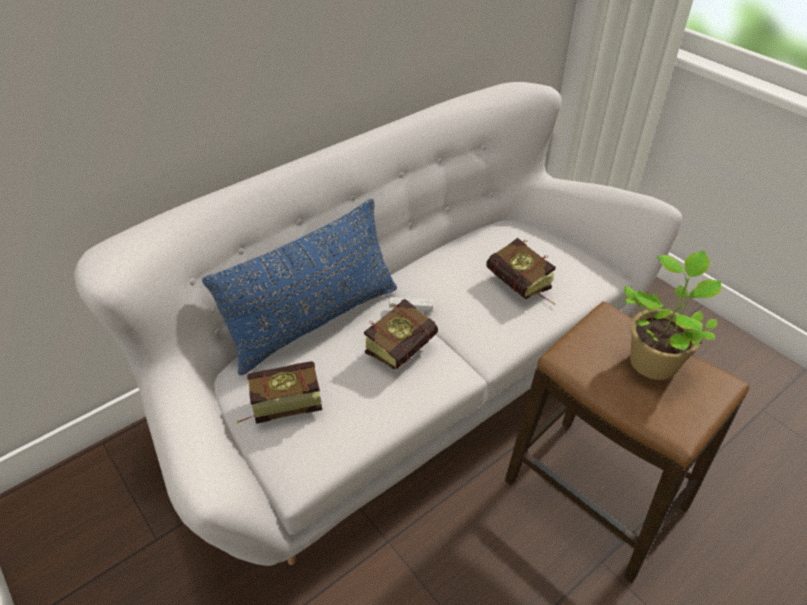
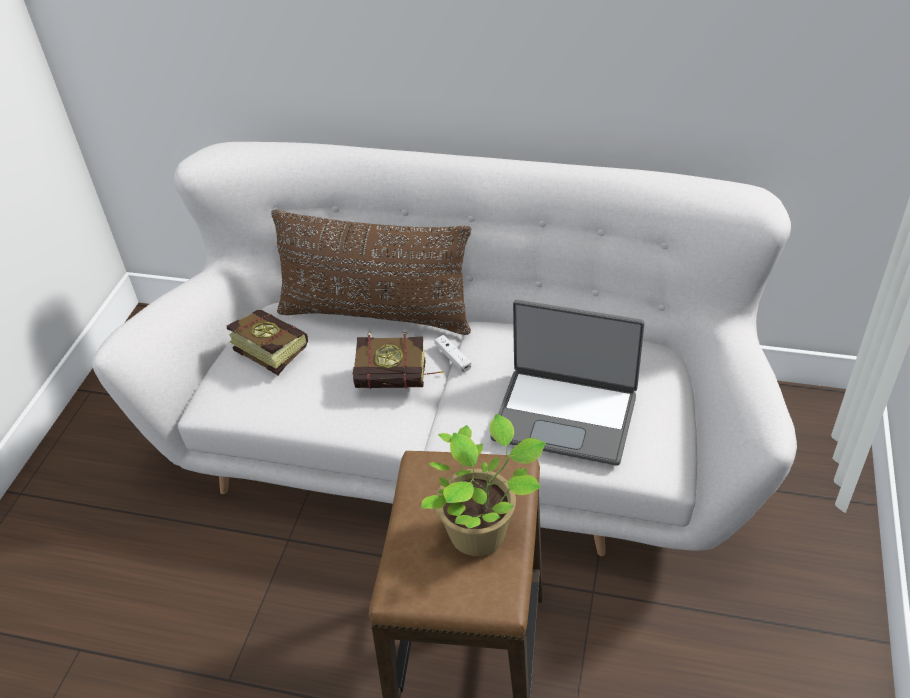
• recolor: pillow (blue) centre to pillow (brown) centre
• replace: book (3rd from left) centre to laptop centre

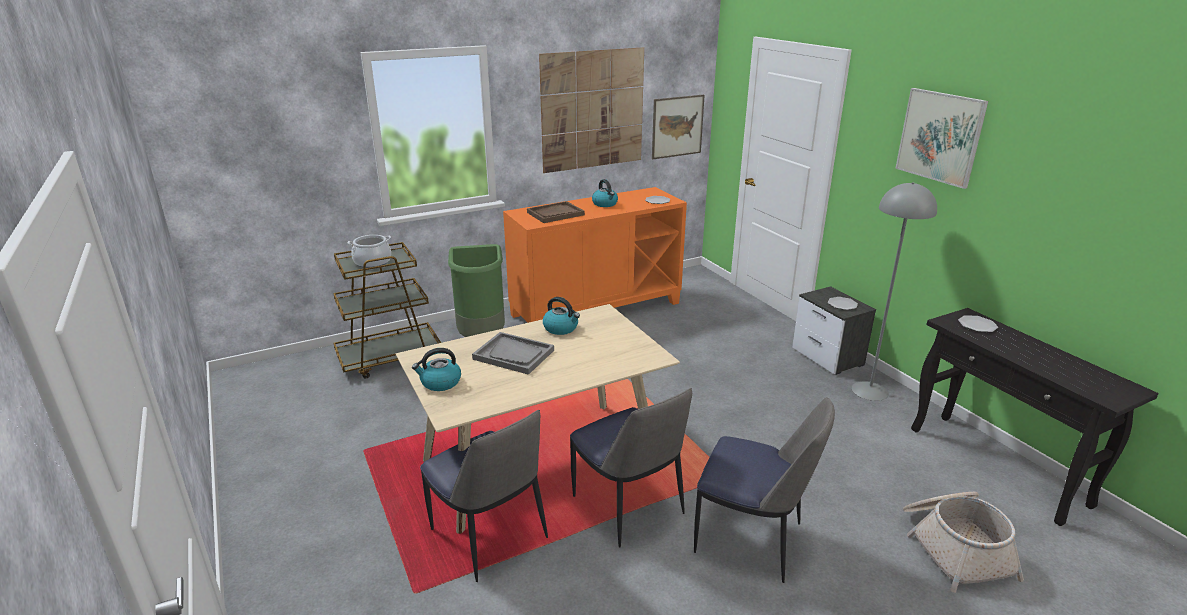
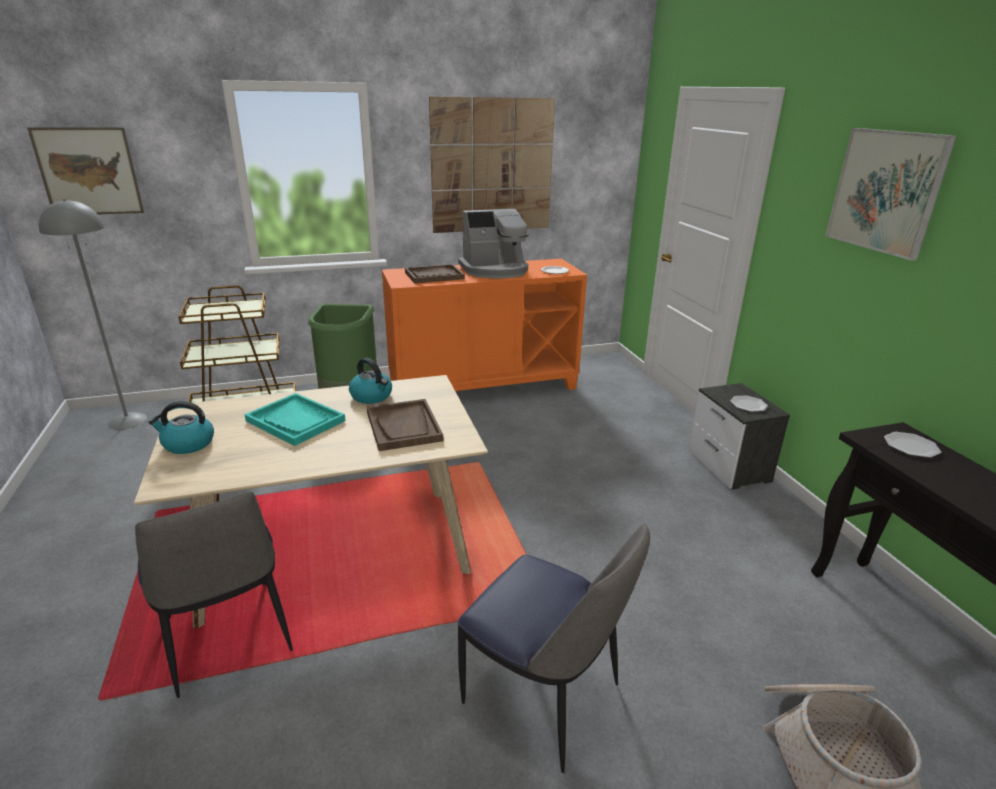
• move: picture (2nd from left in the first image) top centre to picture (1st from left) top left
• move: floor lamp (grey) middle right to middle left
• recolor: tray (grey) centre to tray (turquoise) middle left
• insert: tray (brown) (1st from left) centre
• replace: kettle (3rd from left) top centre to coffee machine top centre
• delete: cooking pot middle left
• delete: chair (2nd from left) bottom centre

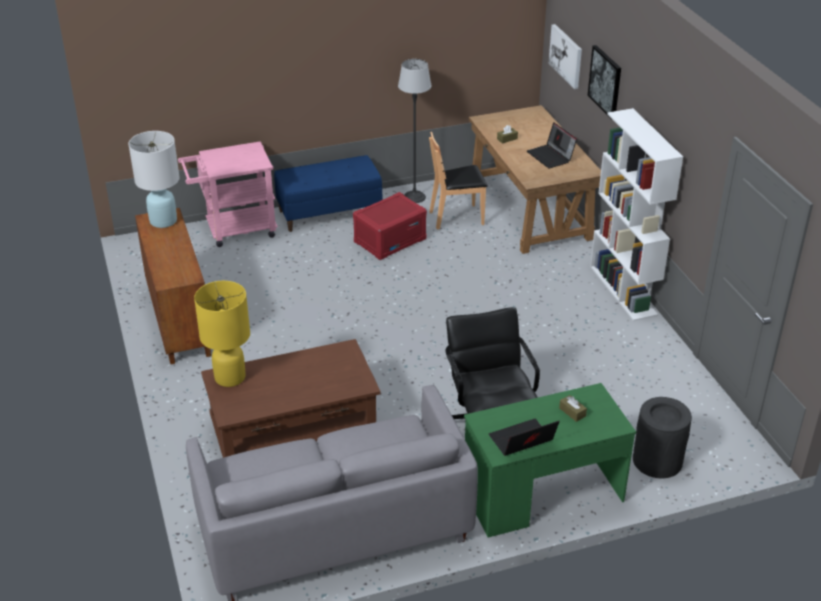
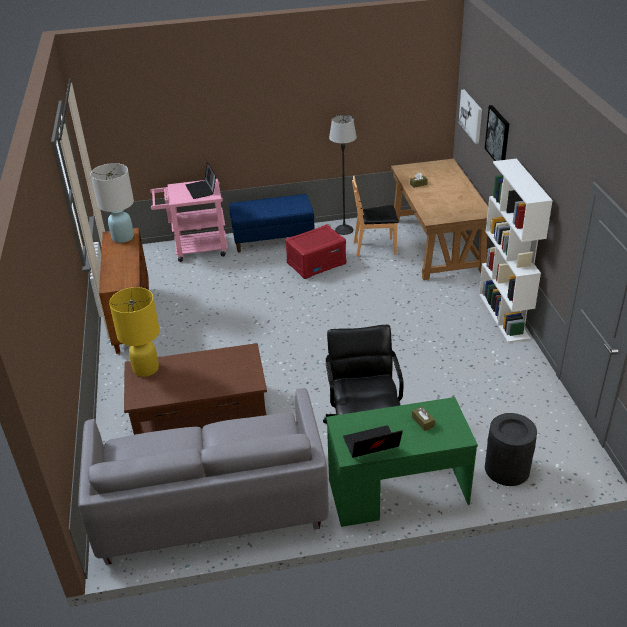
• move: laptop (2nd from left in the first image) top right to laptop (1st from left) top left

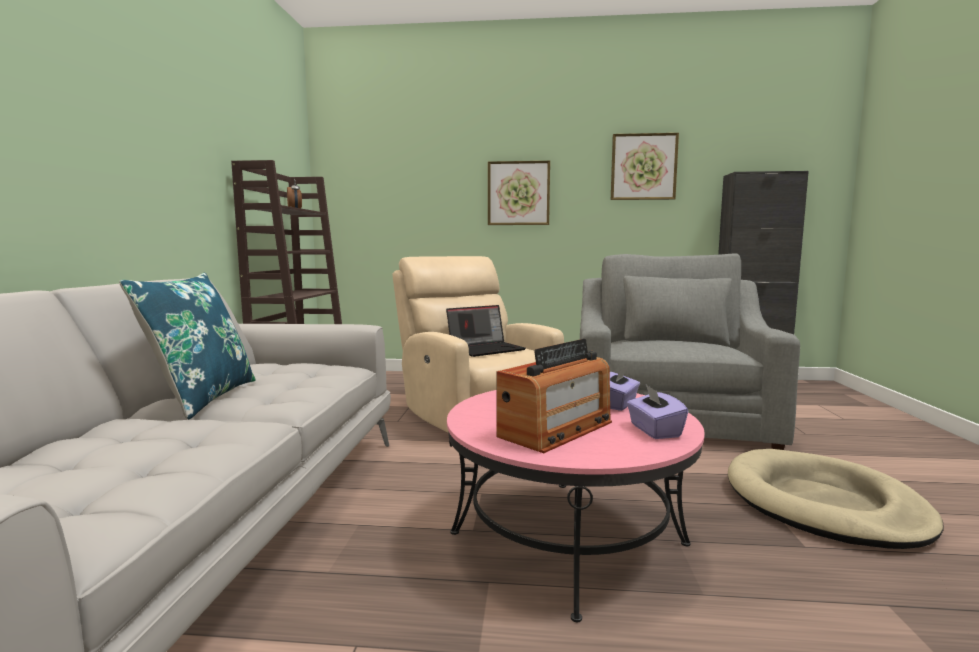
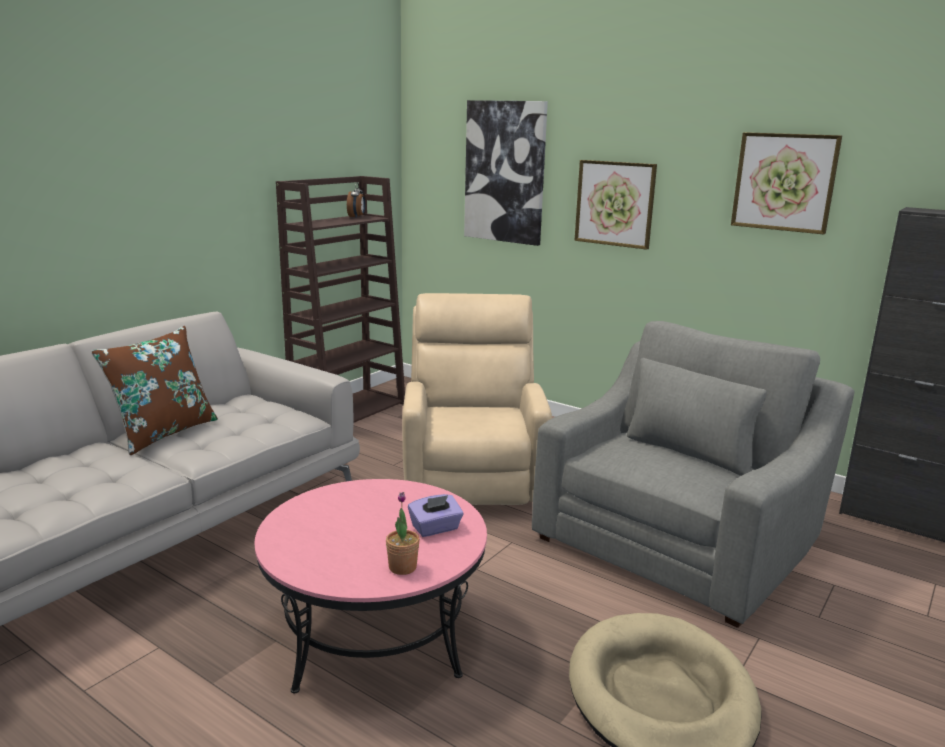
• recolor: pillow (blue) middle left to pillow (brown) middle left
• replace: tissue box (purple) (2nd from left) middle right to potted plant bottom centre
• insert: picture (1st from left) top centre
• delete: laptop centre
• delete: radio centre

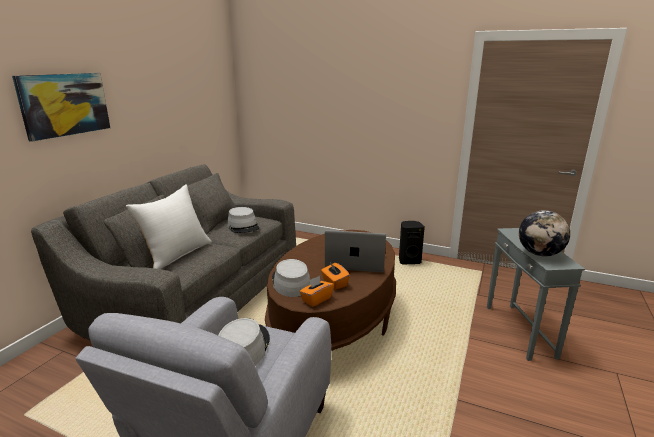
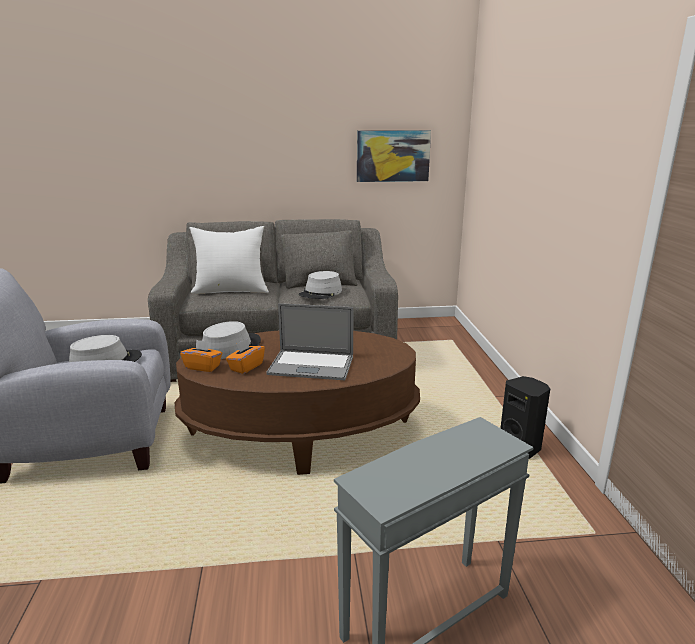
• rotate: laptop centre = centre 120 degrees clockwise
• move: picture top left to top centre
• delete: globe middle right

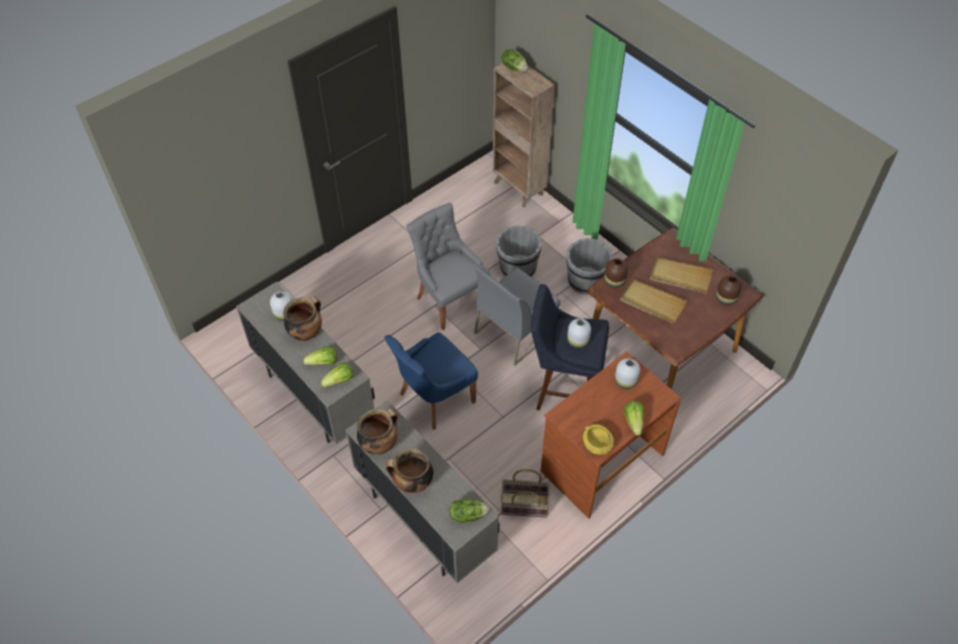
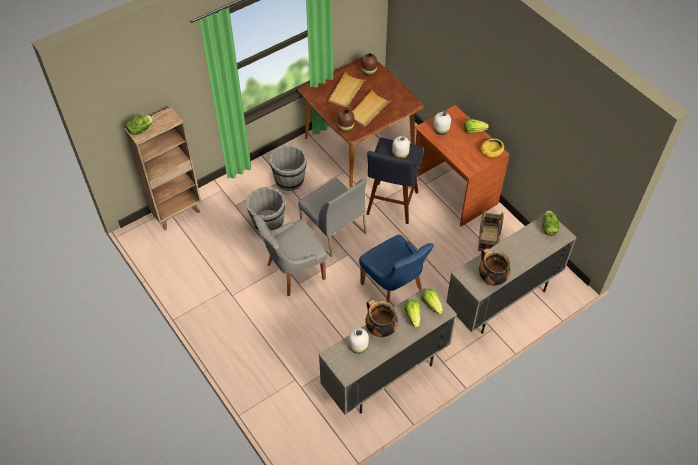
• delete: cooking pot (3rd from left) bottom centre

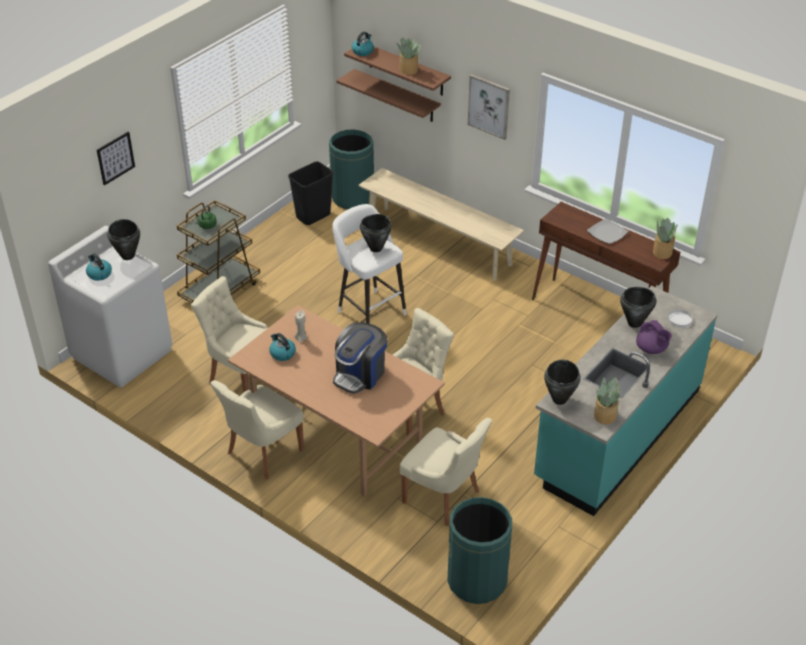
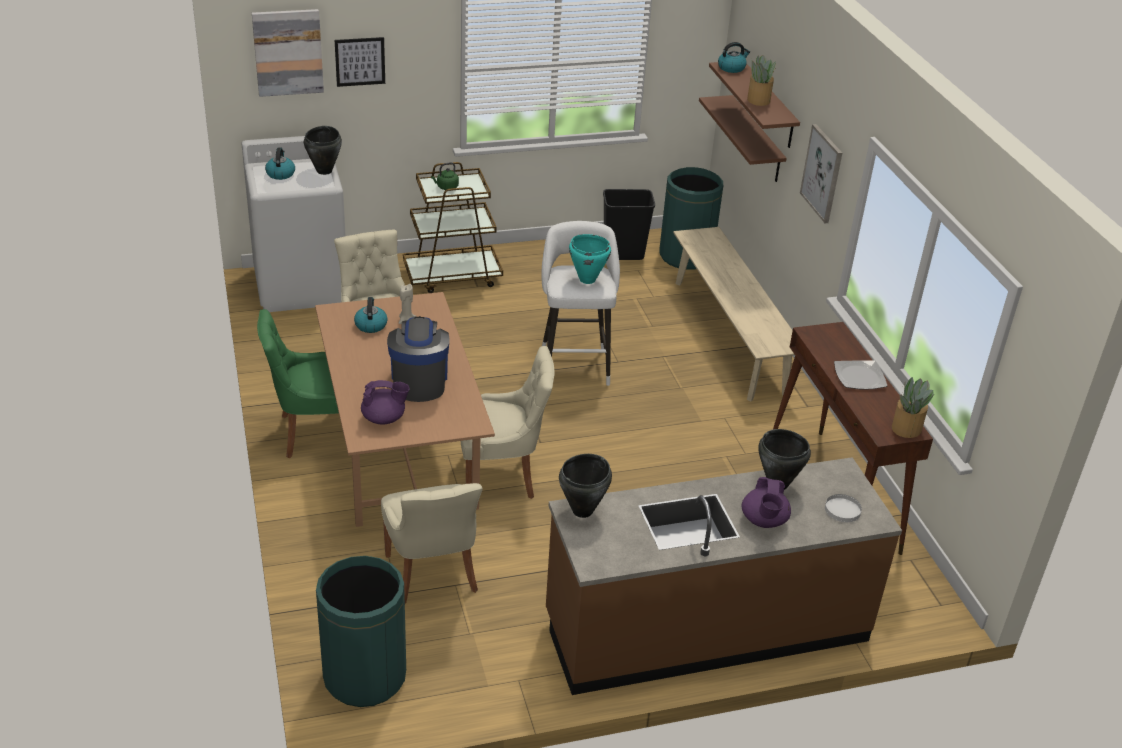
• insert: picture (1st from left) top left
• recolor: chair (beige) (2nd from left) middle left to chair (green) middle left
• insert: teapot (purple) (1st from left) centre
• rotate: coffee machine centre = centre 105 degrees clockwise
• recolor: counter (turquoise) middle right to counter (brown) bottom centre
• recolor: cooking pot (black) (2nd from left) centre to cooking pot (turquoise) centre
• delete: potted plant (2nd from left) middle right

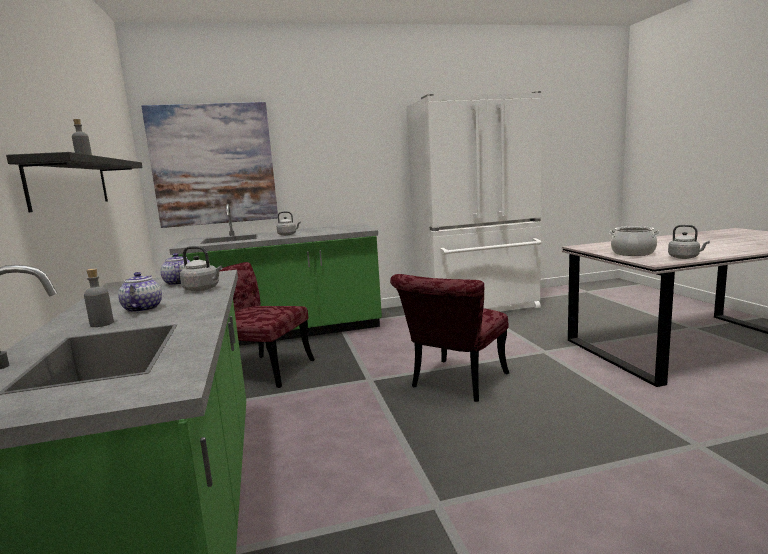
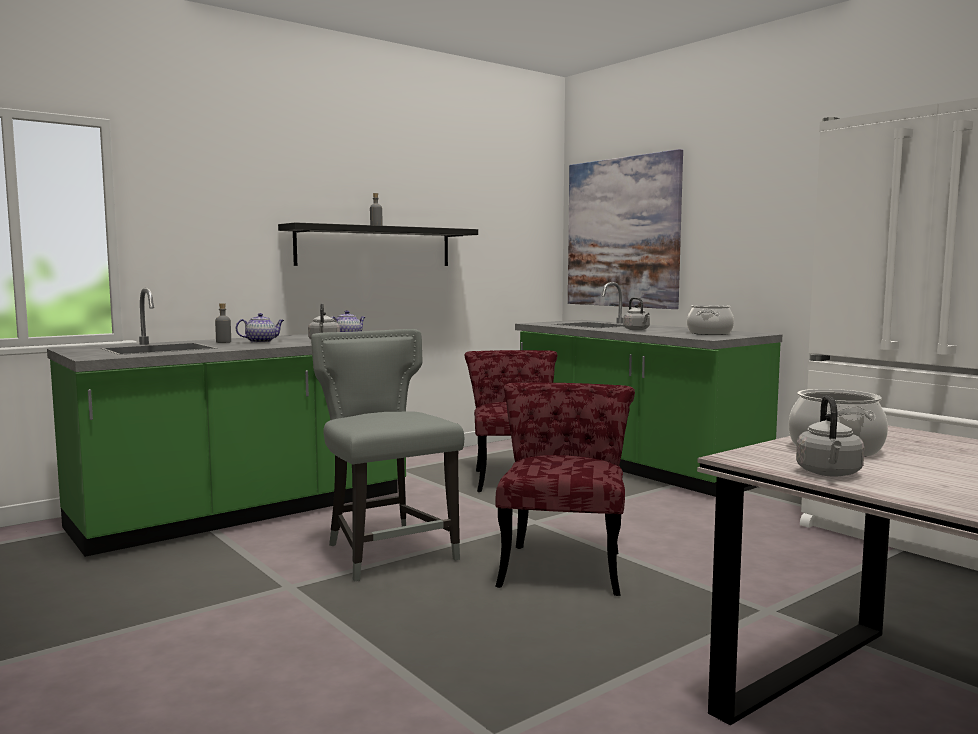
• insert: chair (grey) centre
• rotate: chair (red) (2nd from left) centre = centre 90 degrees clockwise
• insert: cooking pot (1st from left) middle right

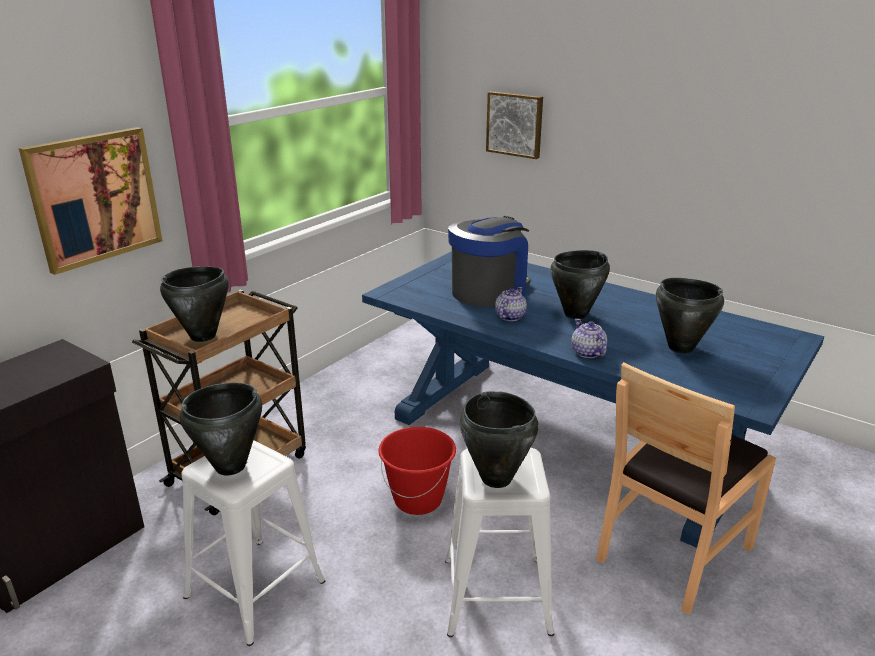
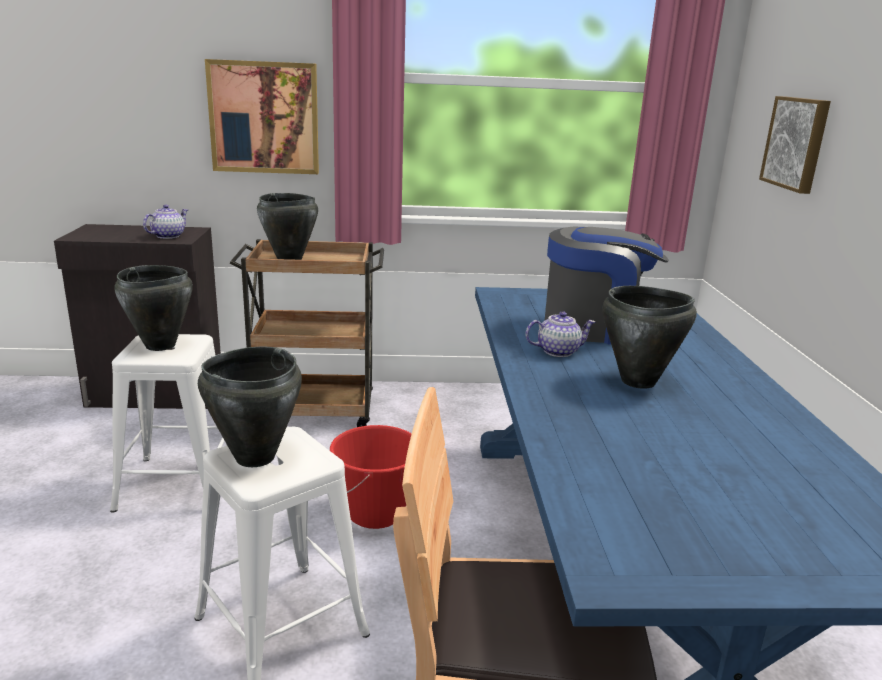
• move: teapot (2nd from left in the first image) middle right to teapot (1st from left) top left
• delete: cooking pot (black) (5th from left) middle right

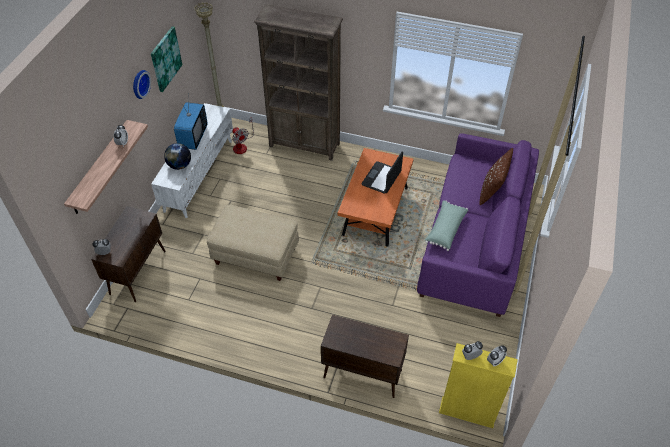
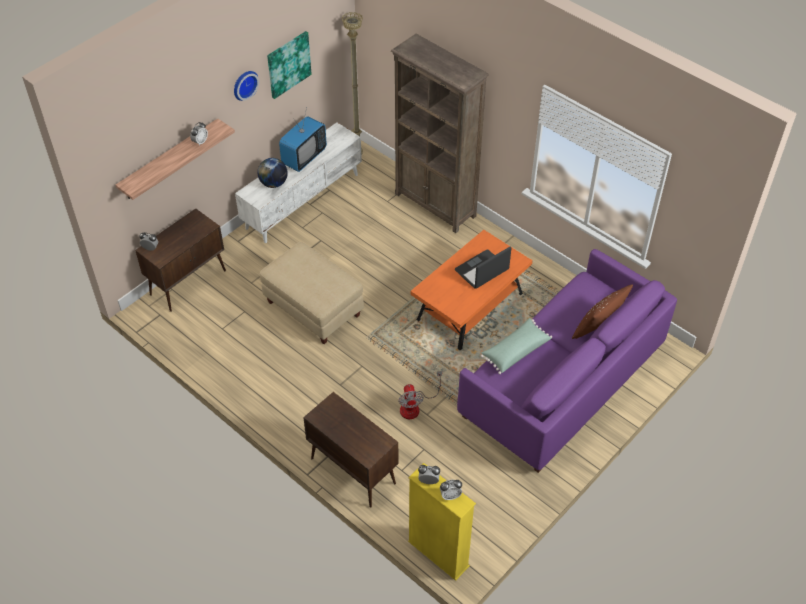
• move: fan top centre to centre

